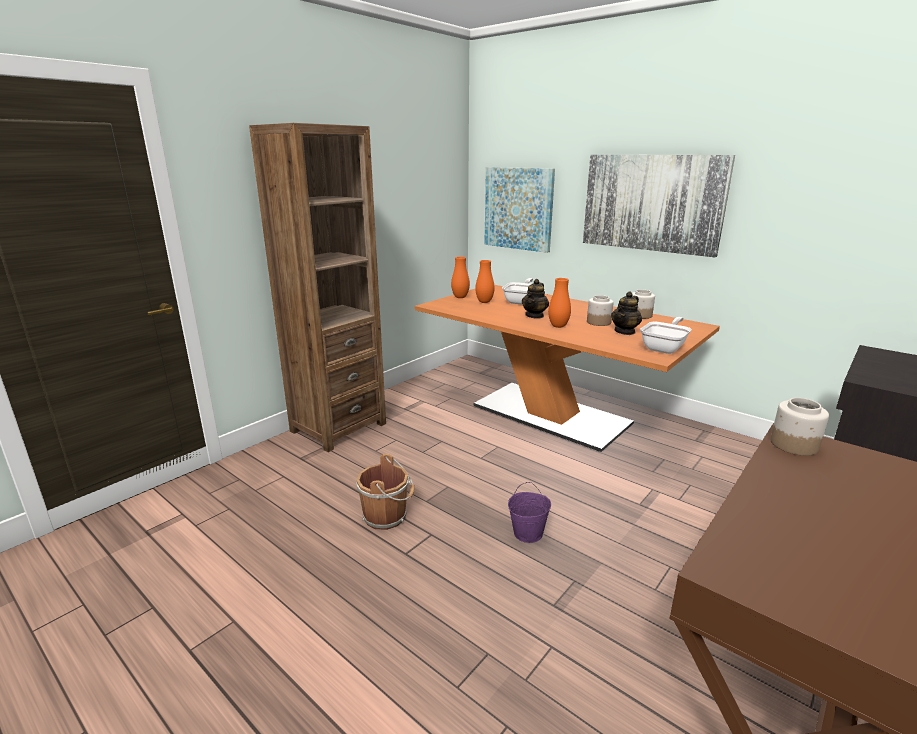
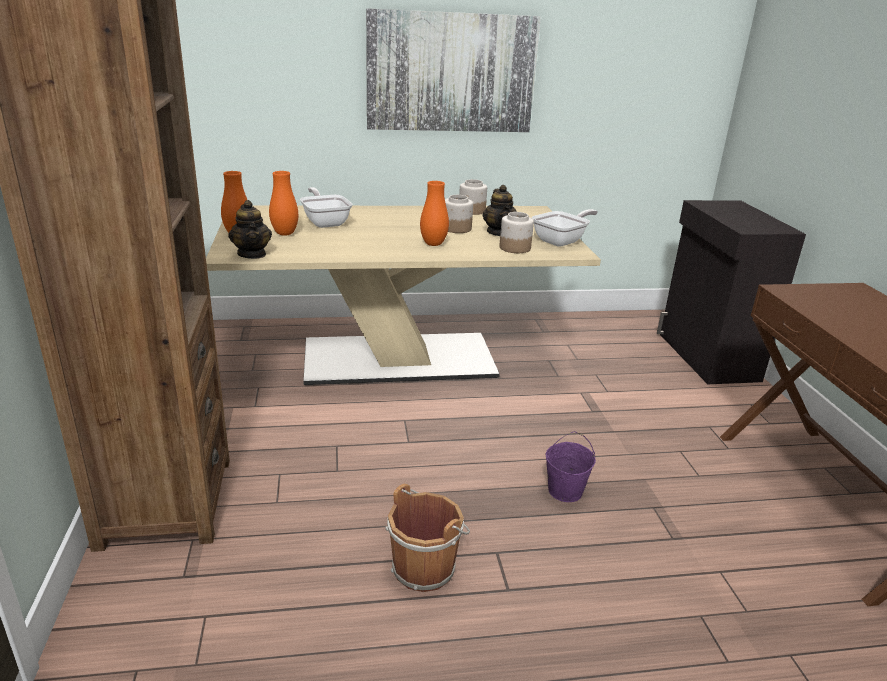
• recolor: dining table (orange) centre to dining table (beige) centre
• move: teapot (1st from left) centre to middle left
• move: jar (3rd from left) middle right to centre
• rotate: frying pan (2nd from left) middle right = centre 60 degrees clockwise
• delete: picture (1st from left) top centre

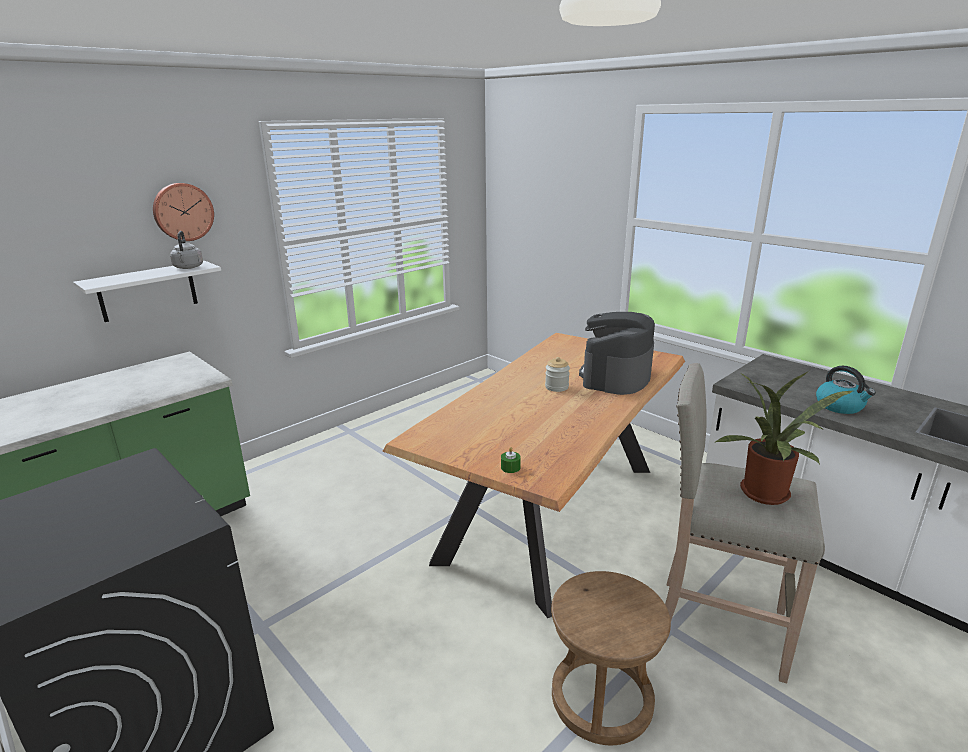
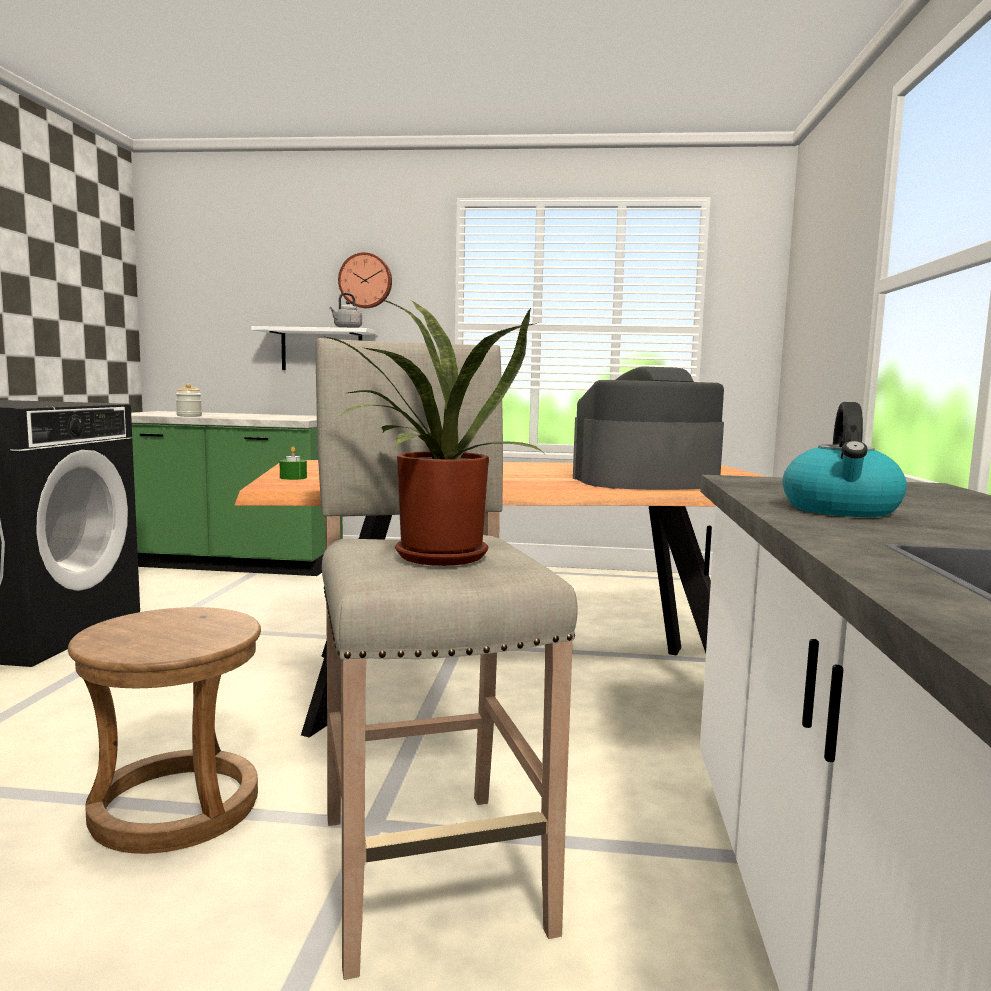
• move: jar centre to middle left

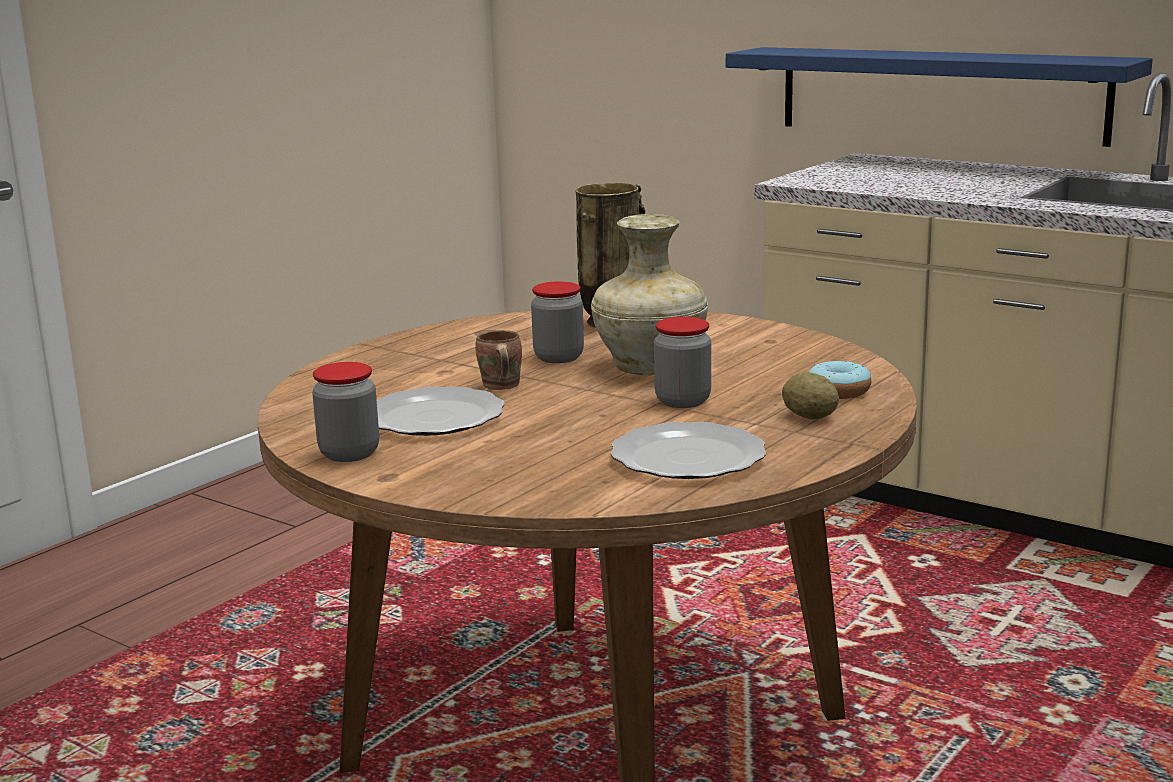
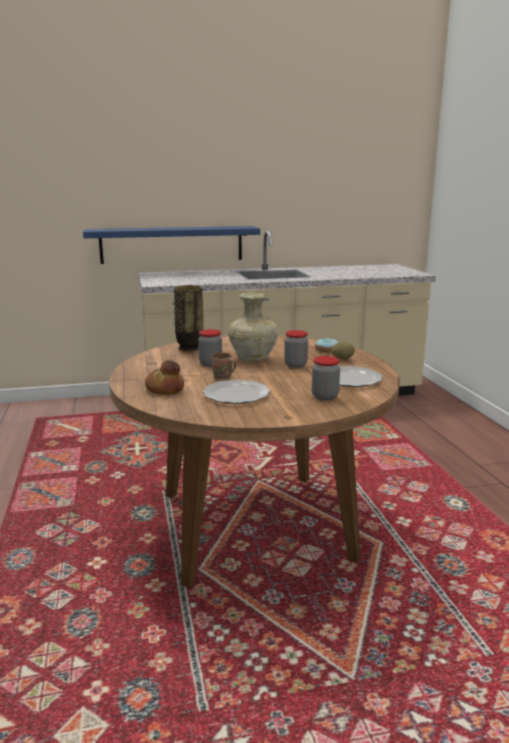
• insert: bread middle left
• move: jar (1st from left in the first image) middle left to jar (3rd from left) centre

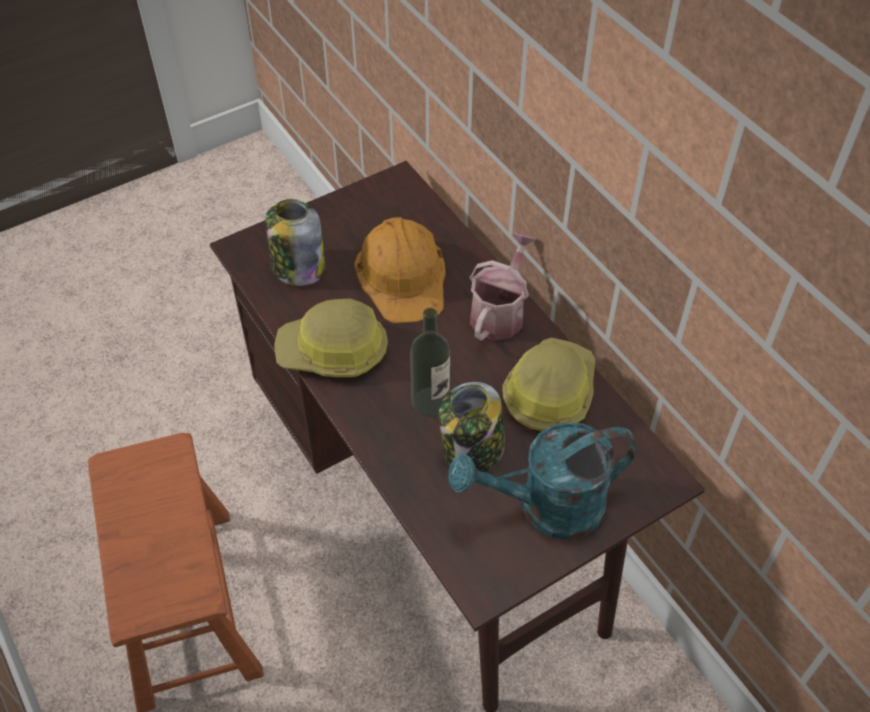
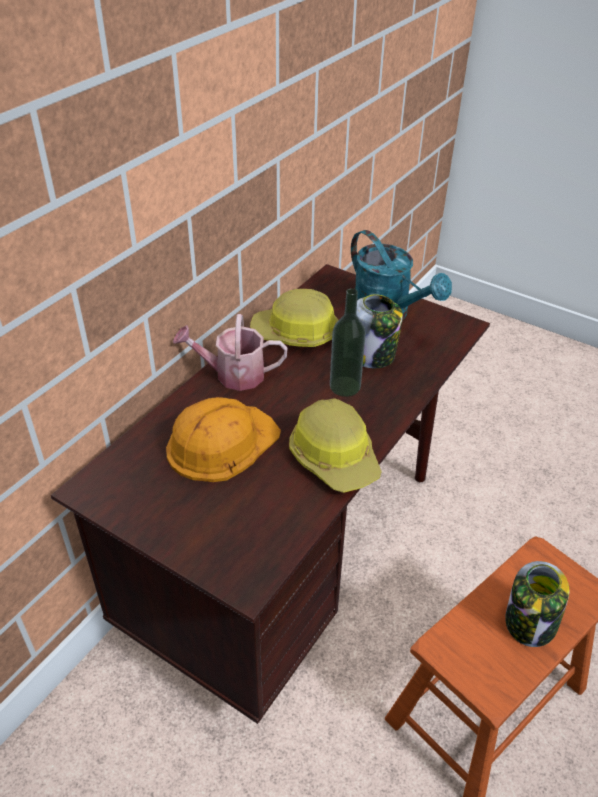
• move: jar (1st from left in the first image) centre to jar (2nd from left) bottom right

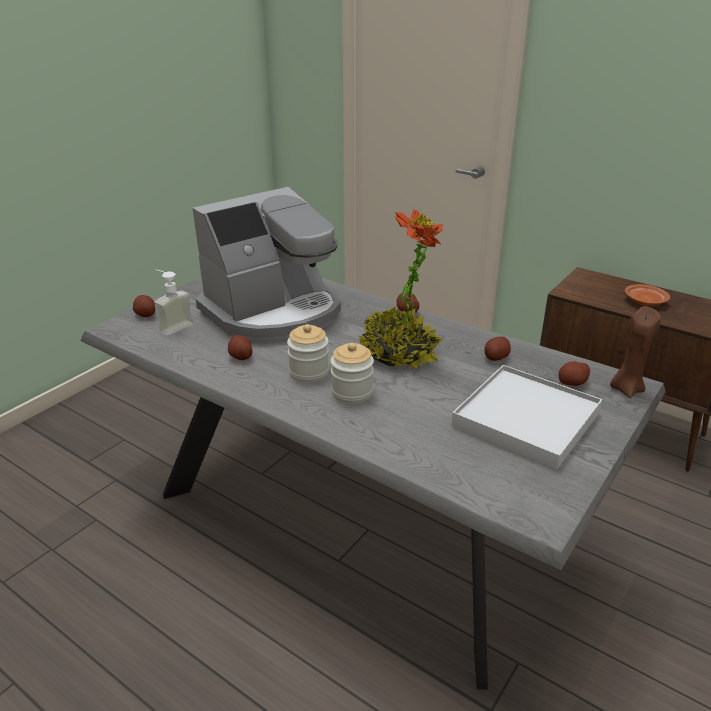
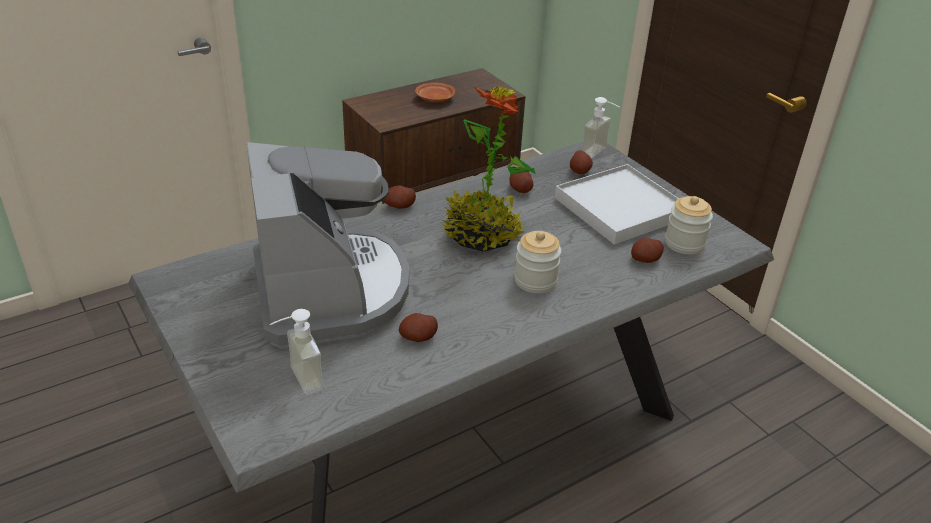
• replace: candle (brown) middle right to soap dispenser (2nd from left) top centre
• move: potato (1st from left in the first image) middle left to potato (5th from left) middle right
• move: jar (1st from left in the first image) centre to jar (2nd from left) middle right

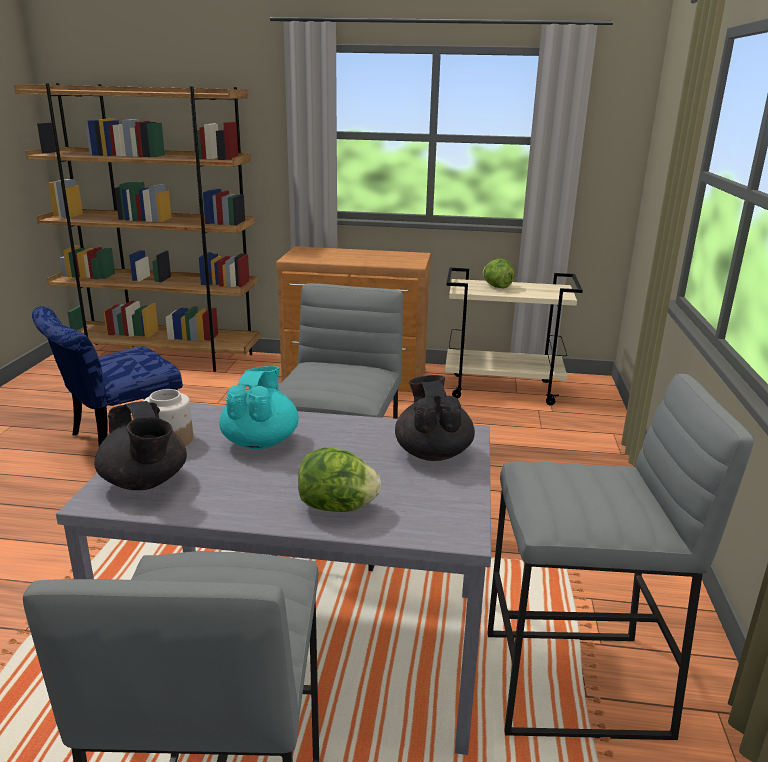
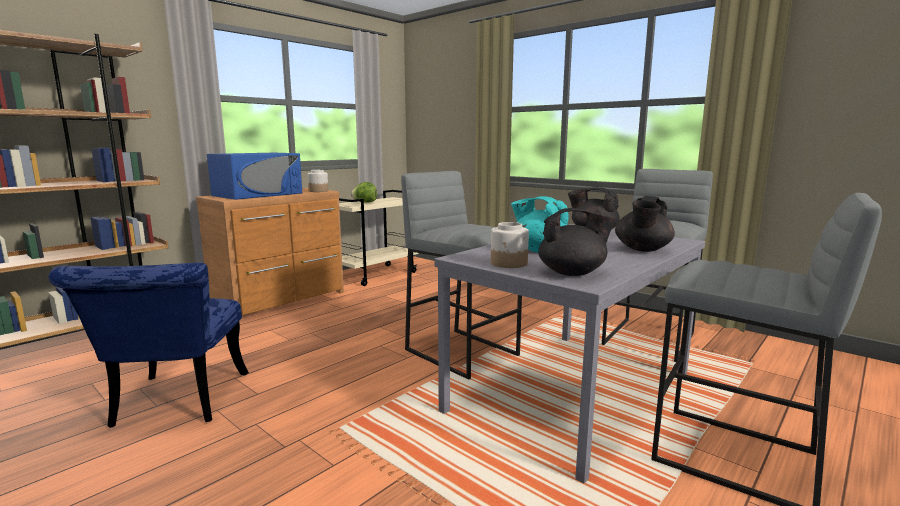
• insert: microwave (blue) middle left
• insert: jar (1st from left) centre
• replace: lettuce (1st from left) centre to teapot (black) (3rd from left) middle right

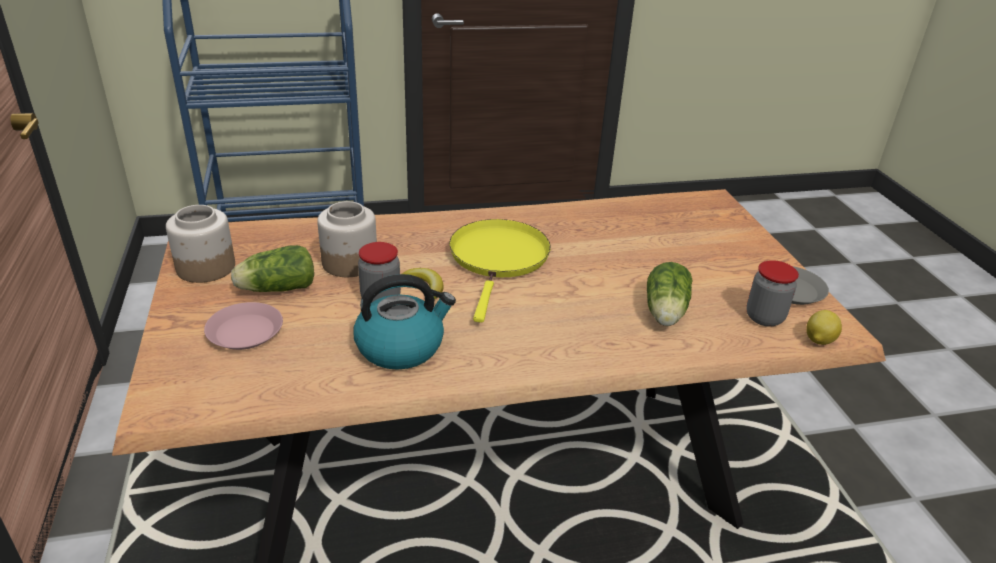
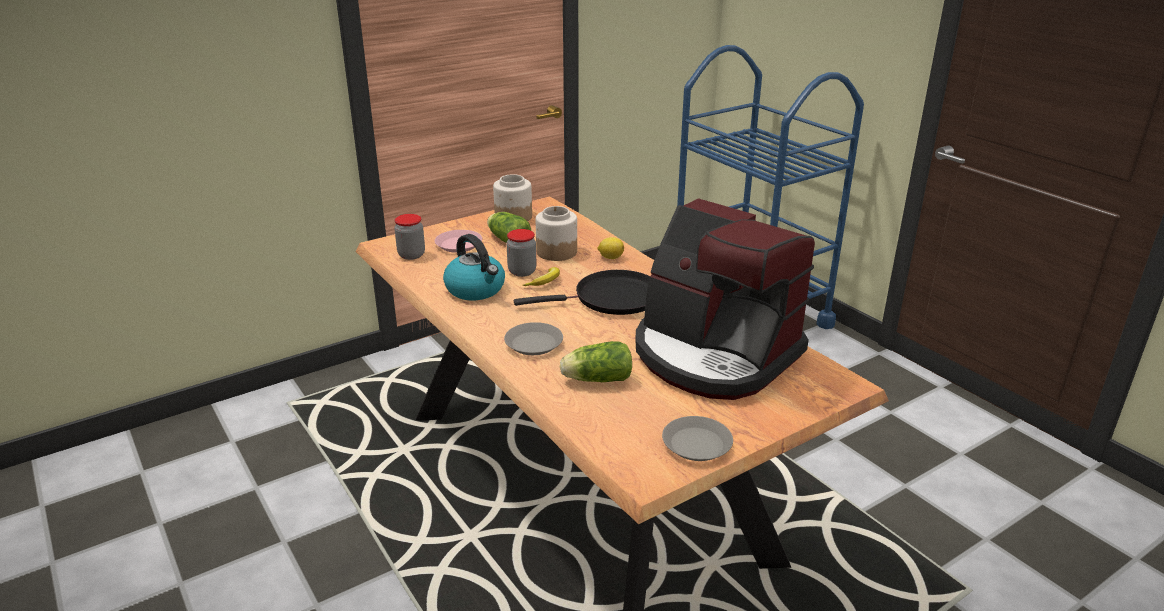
• move: jar (4th from left in the first image) middle right to jar (1st from left) centre
• insert: plate (grey) (1st from left) centre
• recolor: frying pan (yellow) centre to frying pan (black) centre
• move: lemon middle right to centre
• insert: coffee machine centre

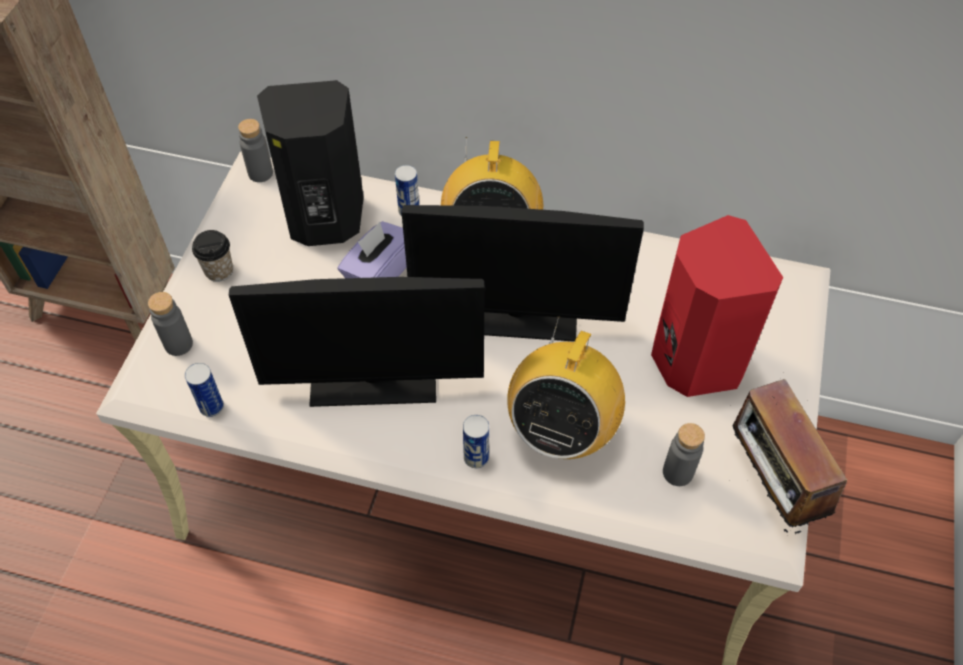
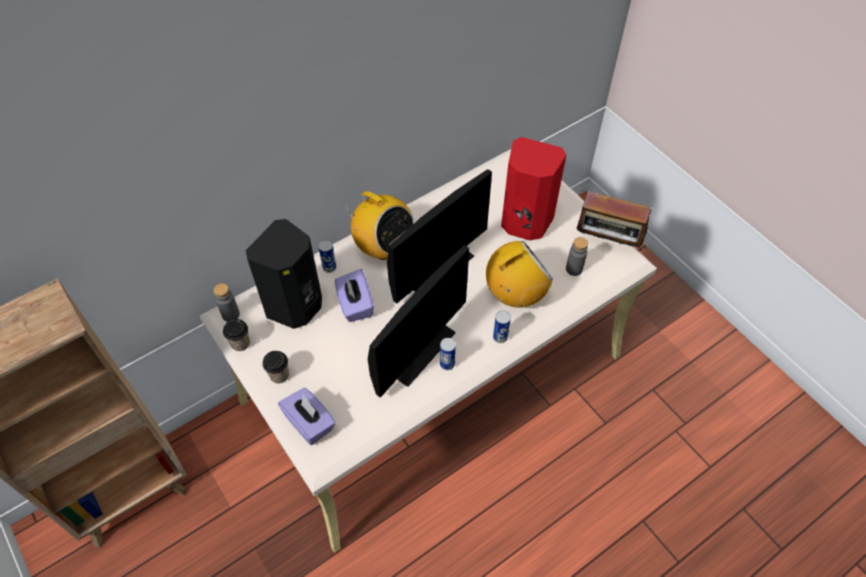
• insert: cup (1st from left) middle left
• replace: bottle (grey) (1st from left) middle left to tissue box (purple) (1st from left) bottom centre
• move: can (1st from left in the first image) middle left to can (2nd from left) centre
• rotate: radio (2nd from left) centre = centre 90 degrees counterclockwise

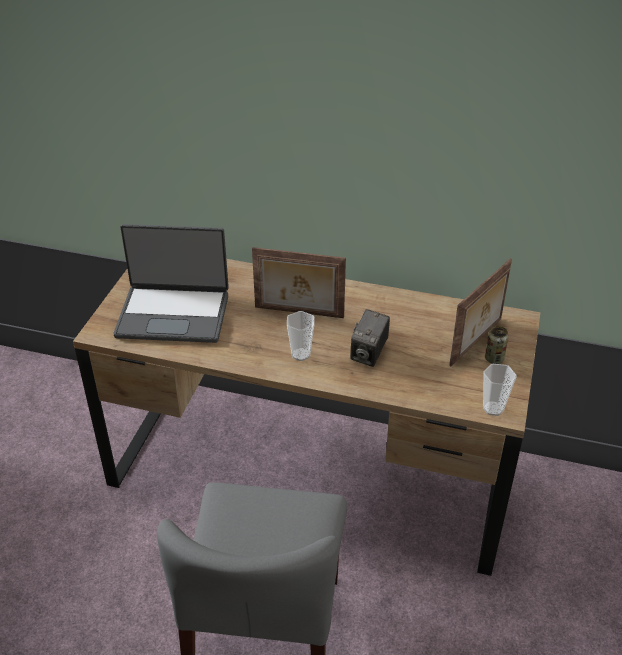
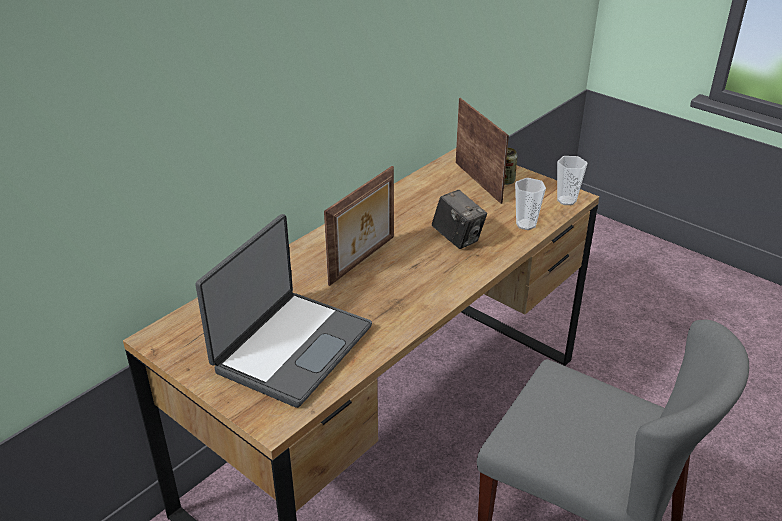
• move: cup (1st from left) centre to middle right

